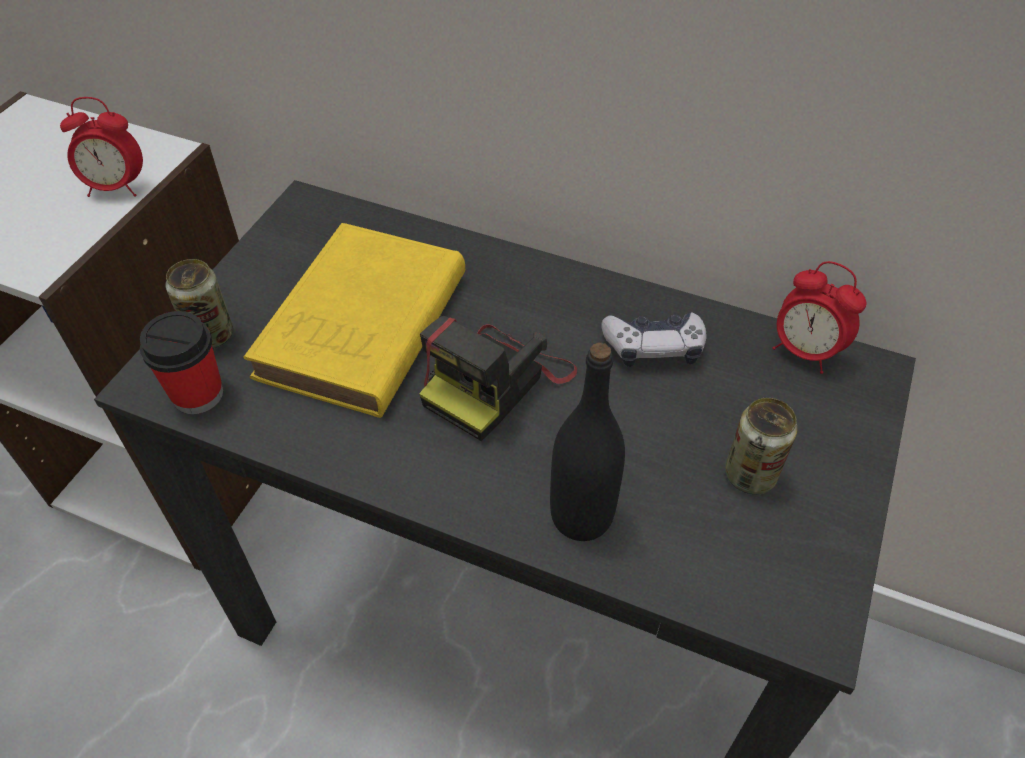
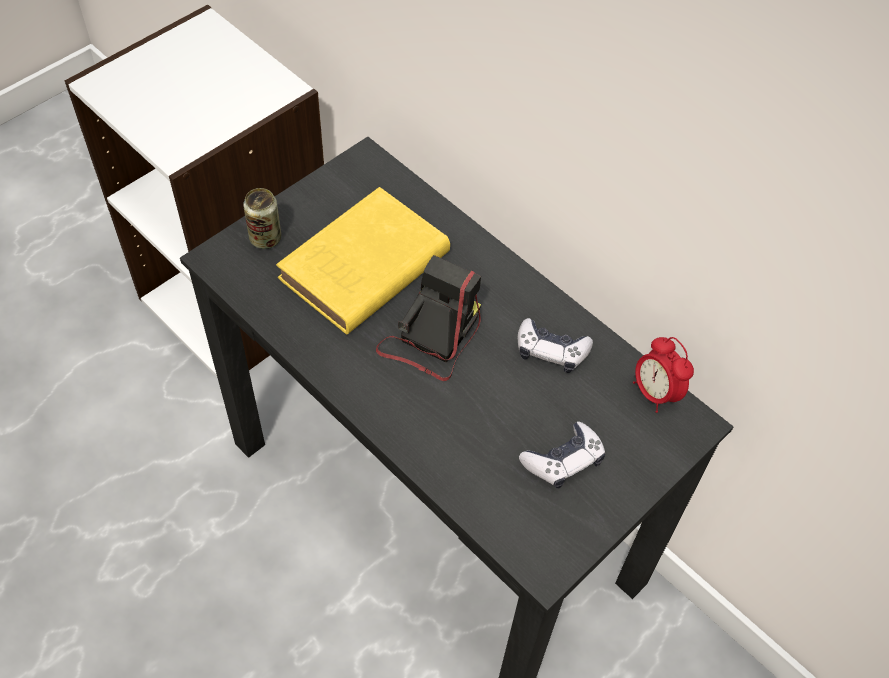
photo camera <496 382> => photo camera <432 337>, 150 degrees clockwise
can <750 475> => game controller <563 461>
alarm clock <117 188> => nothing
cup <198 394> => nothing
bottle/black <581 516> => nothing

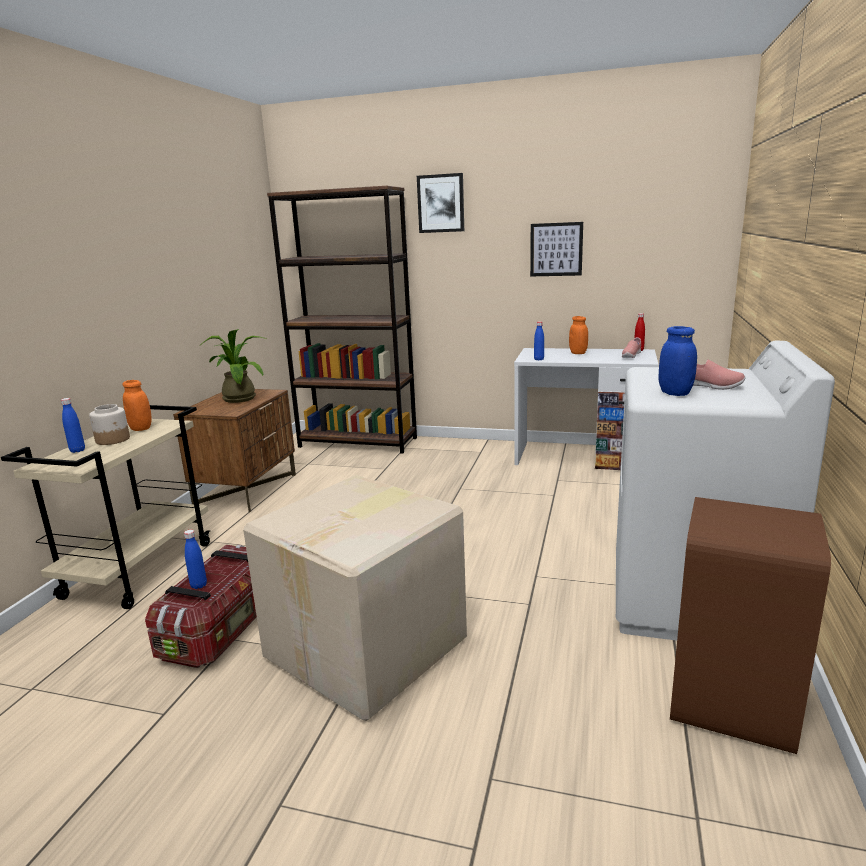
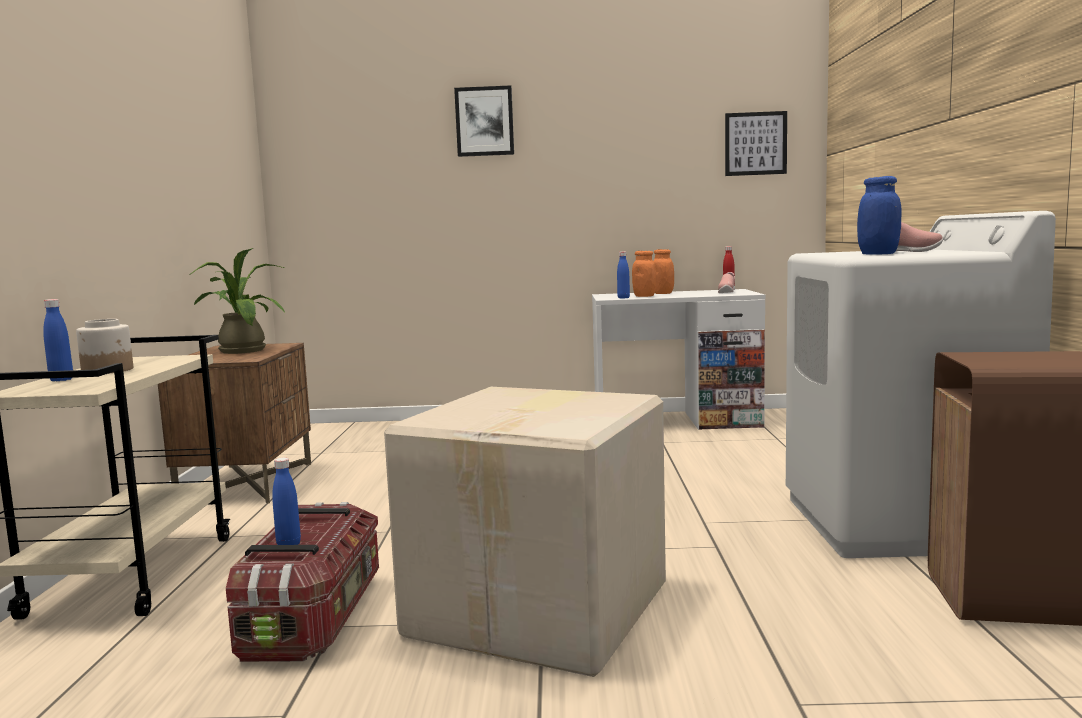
jar/orange <141 428> => jar/orange <644 296>, shifted
picture <556 249> => picture <755 143>, shifted
bookcase/brown <358 442> => nothing

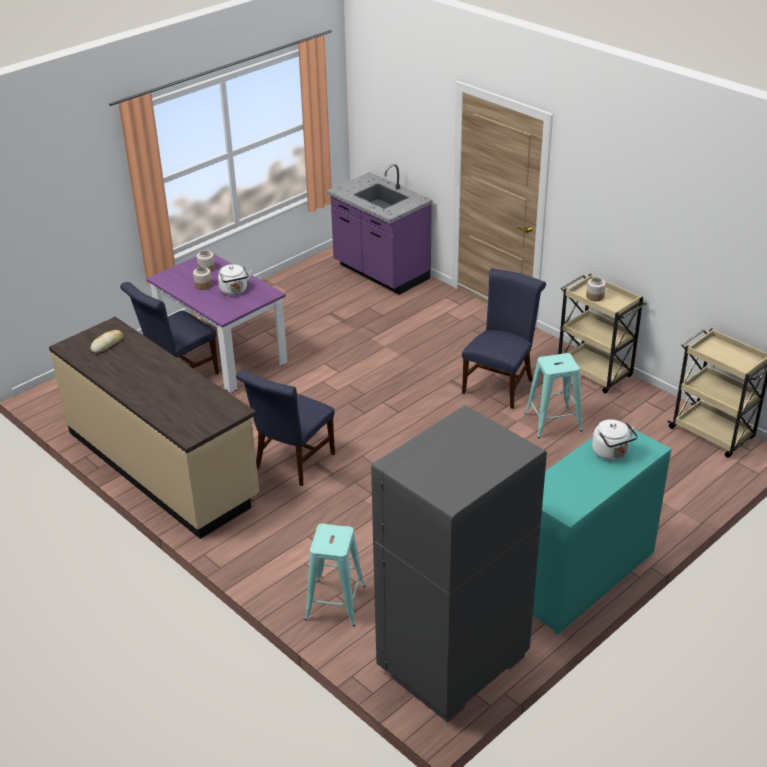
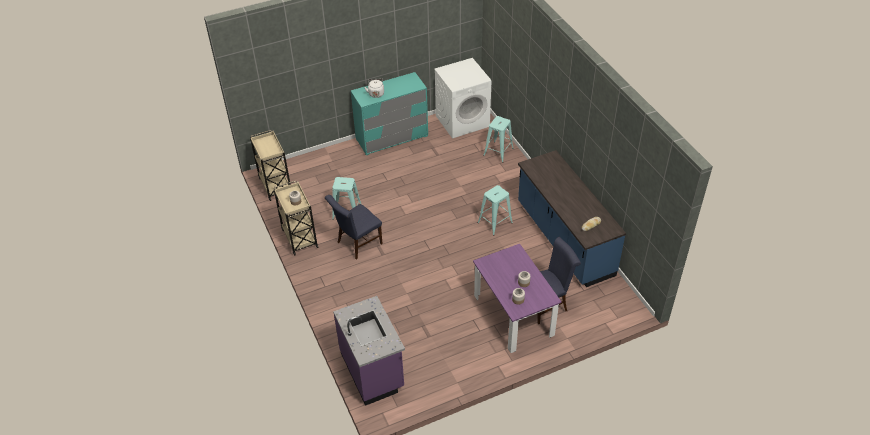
fridge/grey <452 663> => washing machine/white <462 121>
chair/blue <291 463> => stool/turquoise <495 222>
counter/beige <162 465> => counter/blue <564 239>
kettle/white <234 291> => nothing

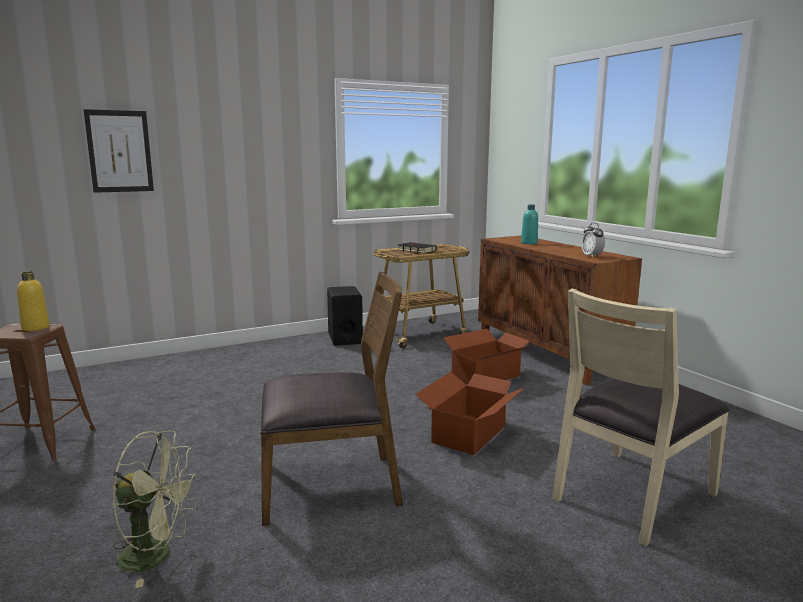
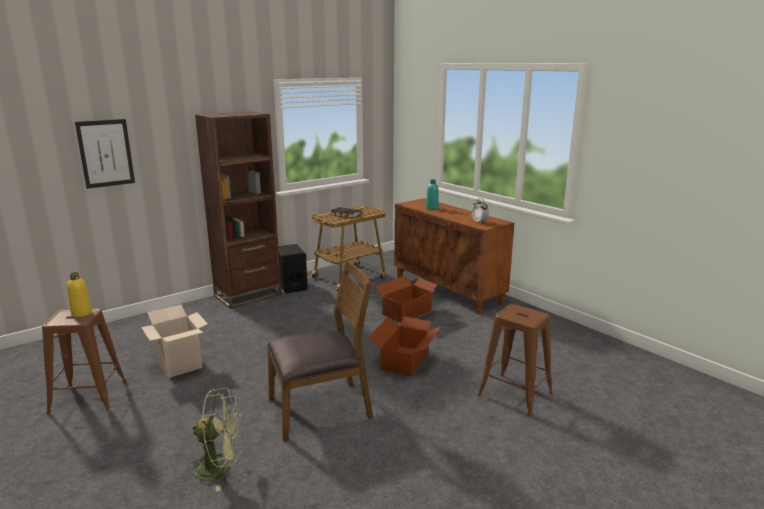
nothing => cardboard box <180 365>
nothing => bookcase/brown <248 295>
chair/beige <631 495> => stool/brown <515 395>

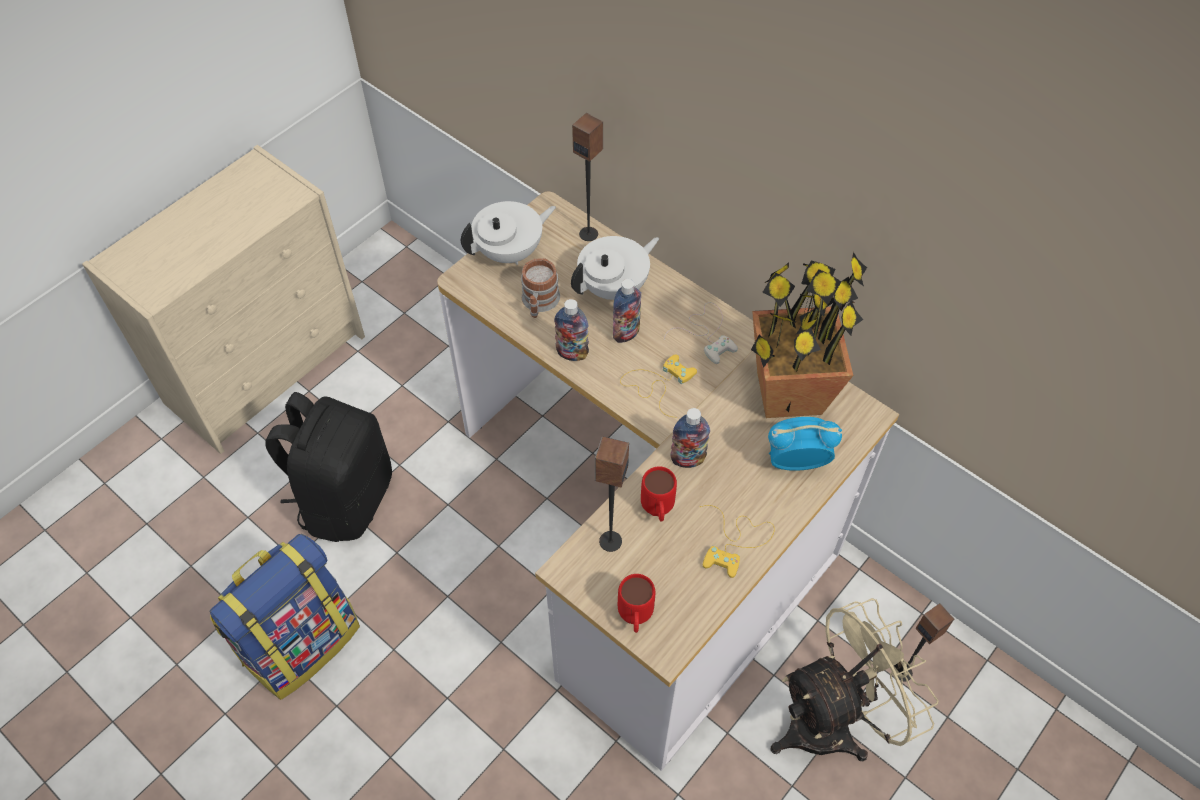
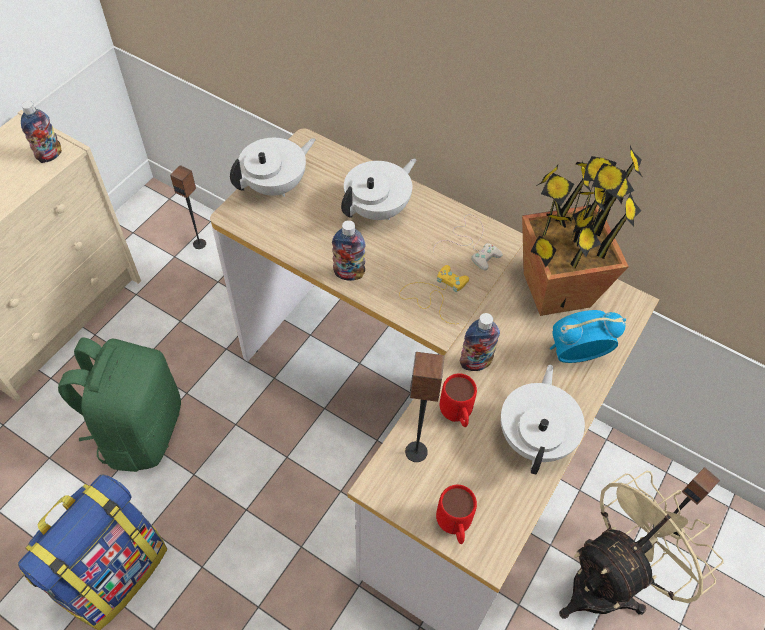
bottle <626 333> => bottle <50 155>, shifted
backpack/black <345 498> => backpack/green <140 430>
speaker <589 234> => speaker <199 243>, shifted
game controller/yellow <735 541> => teapot/white <535 437>
mug <539 303> => nothing

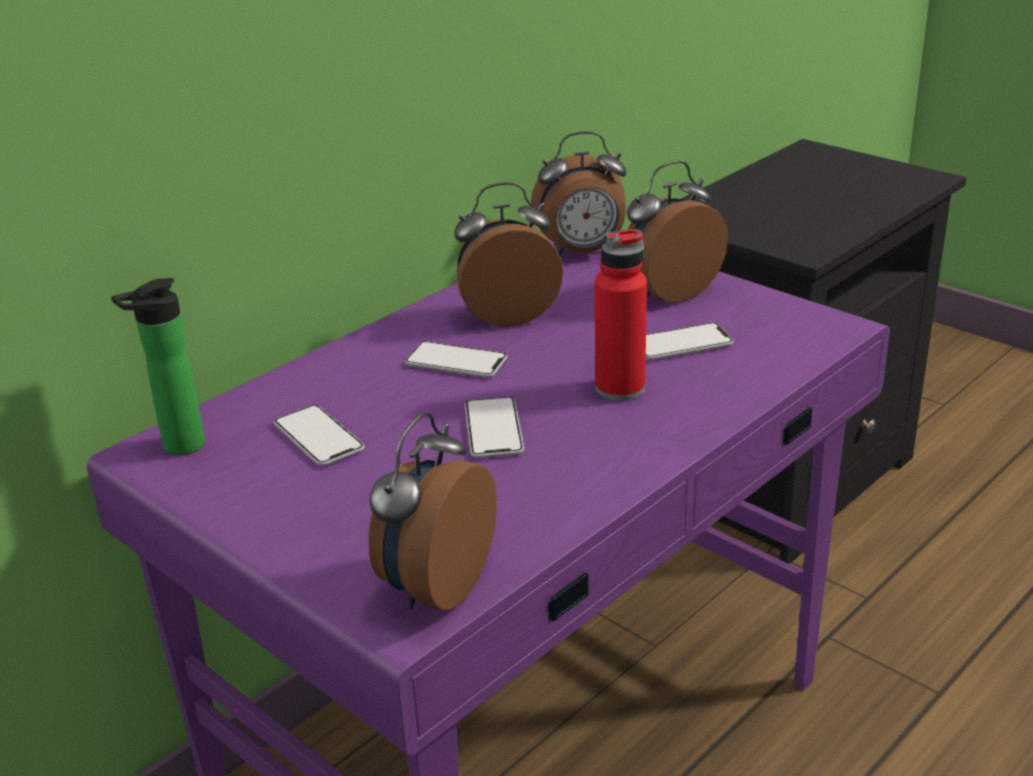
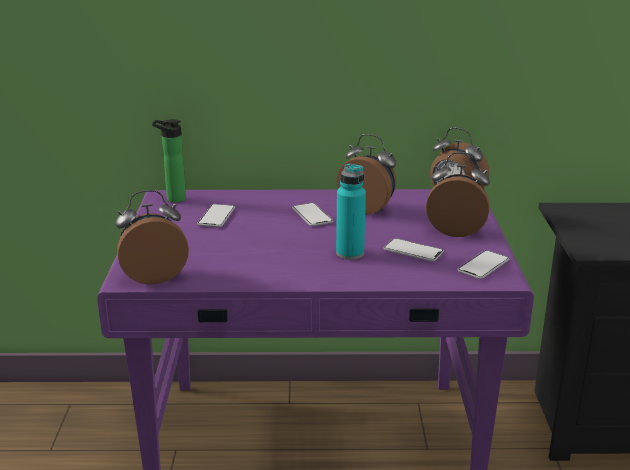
bottle/red <620 388> => bottle/turquoise <350 253>
phone <493 429> => phone <483 266>, shifted

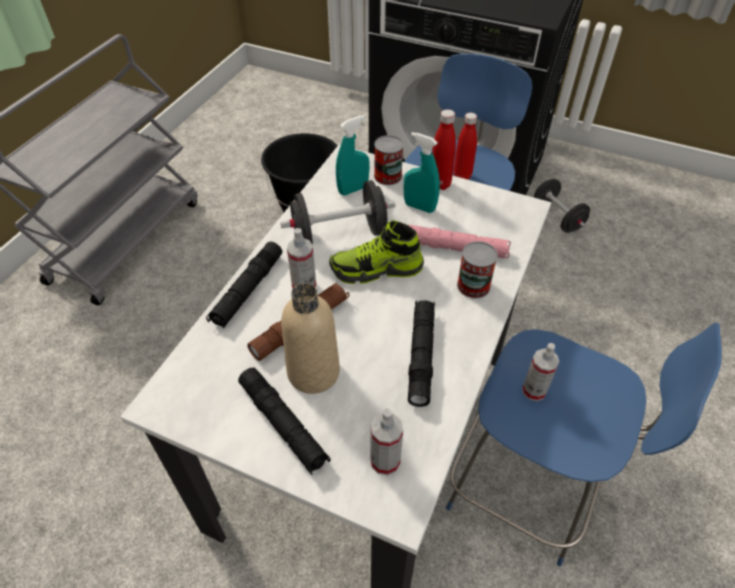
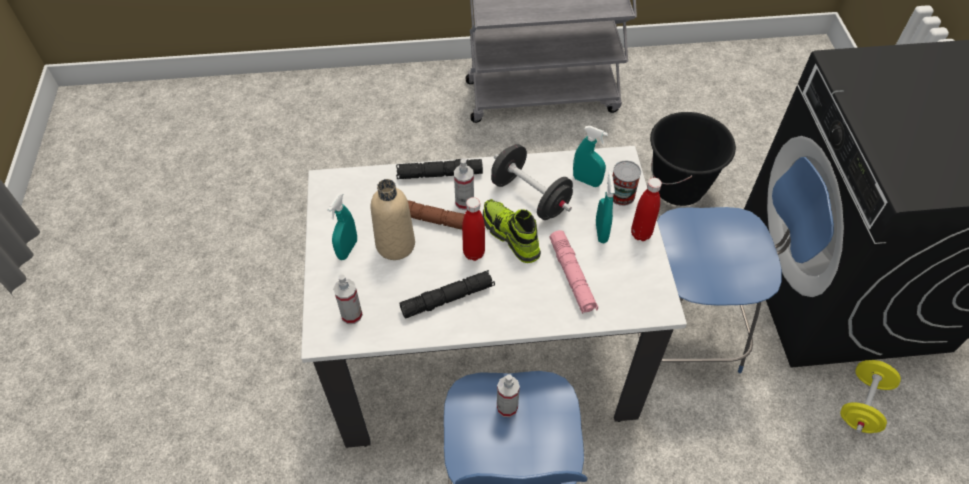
flashlight/black <283 424> => spray bottle/turquoise <347 249>
bottle/red <462 176> => bottle/red <474 253>, shifted
dumbbell/black <557 217> => dumbbell/yellow <862 404>
can <473 286> => nothing

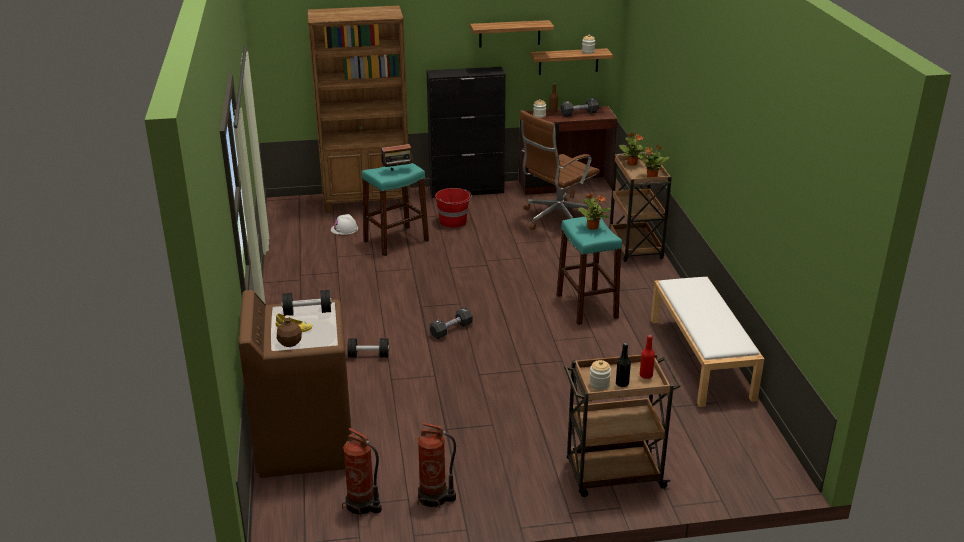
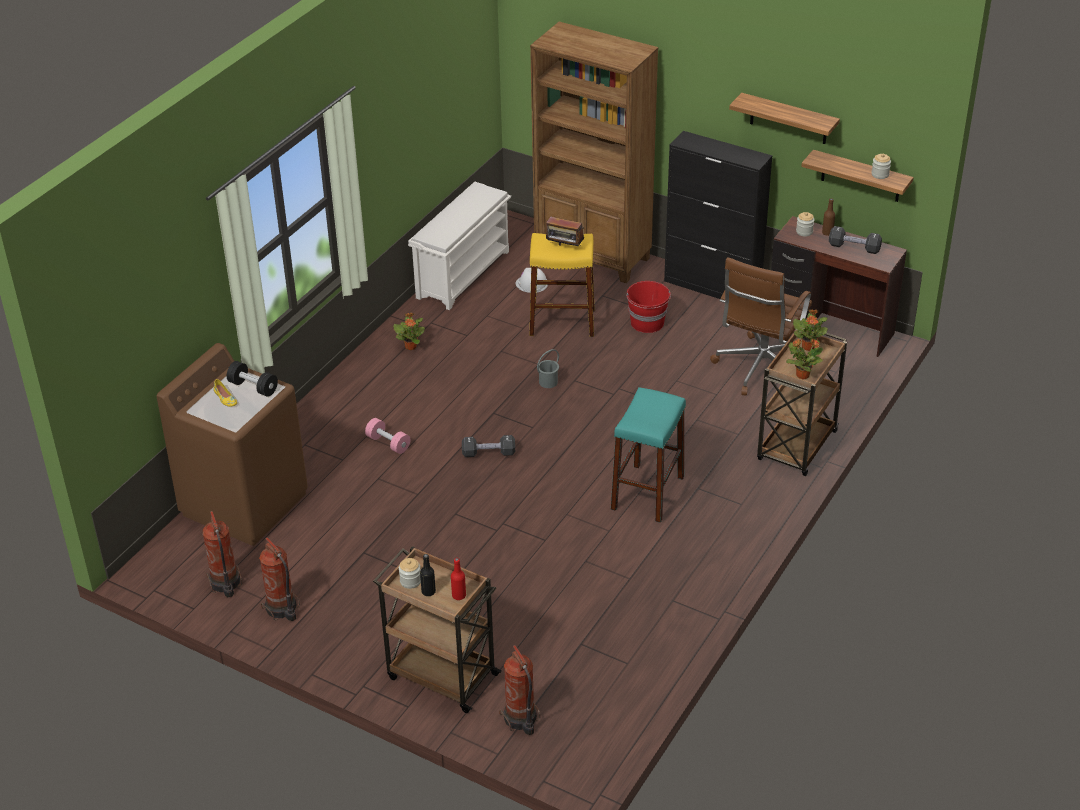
dumbbell/black <368 355> => dumbbell/pink <388 443>
potted plant <592 227> => potted plant <411 346>, shifted
nothing => shoe rack/white <463 274>
nothing => fire extinguisher <520 719>
stool/turquoise <396 241> => stool/yellow <562 322>
nothing => bucket/grey <548 382>
office chair/brown <556 218> => office chair/brown <760 369>, 60 degrees counterclockwise
bottle/brown <290 343> => nothing
bench/white <701 358> => nothing

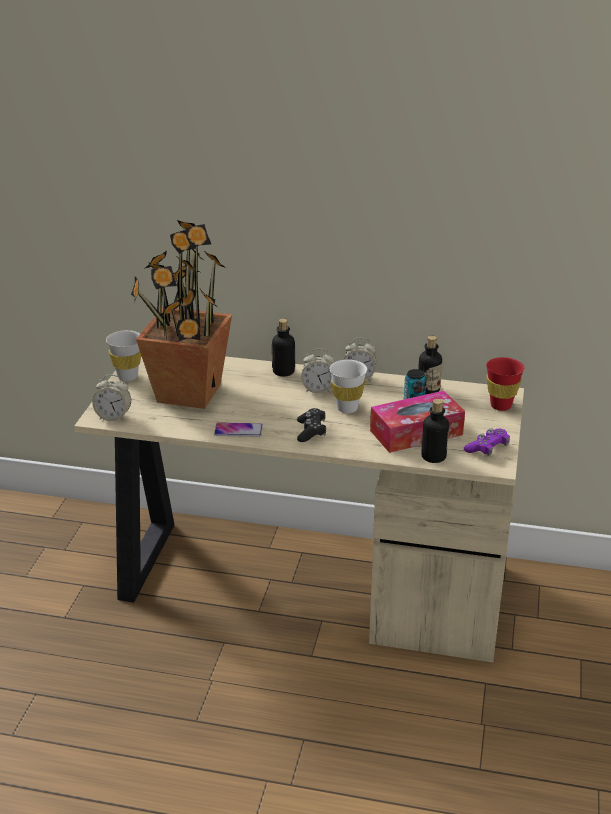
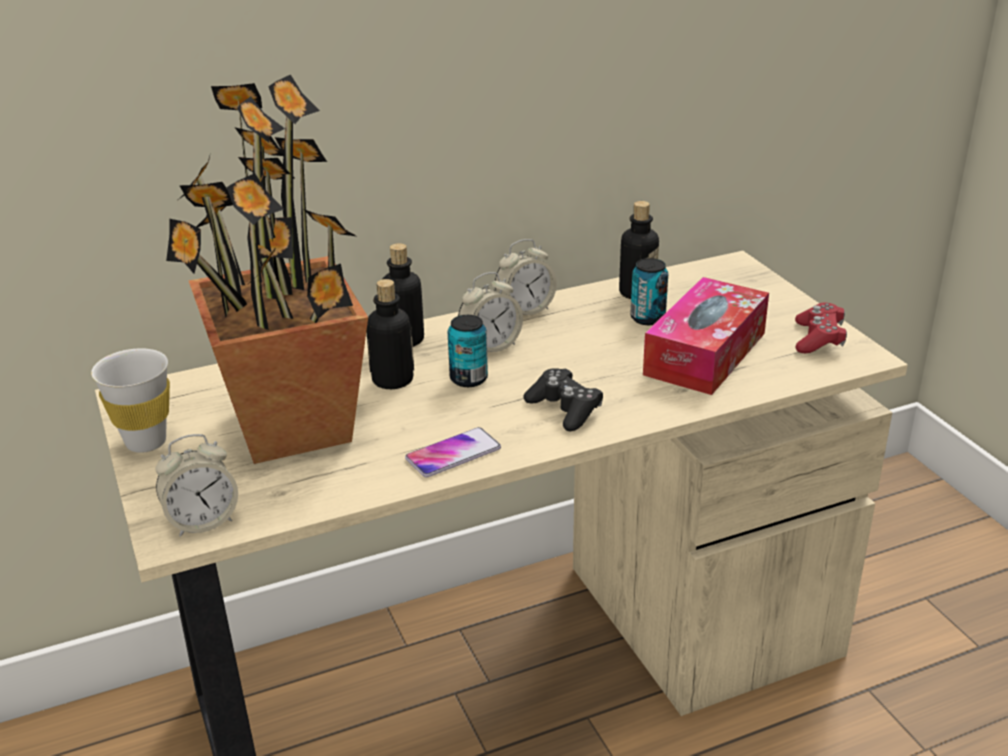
bottle <433 457> => bottle <392 380>, shifted
nothing => can <468 379>
game controller/purple <487 449> => game controller/red <818 339>
cup/white <347 408> => nothing
cup/red <500 405> => nothing

